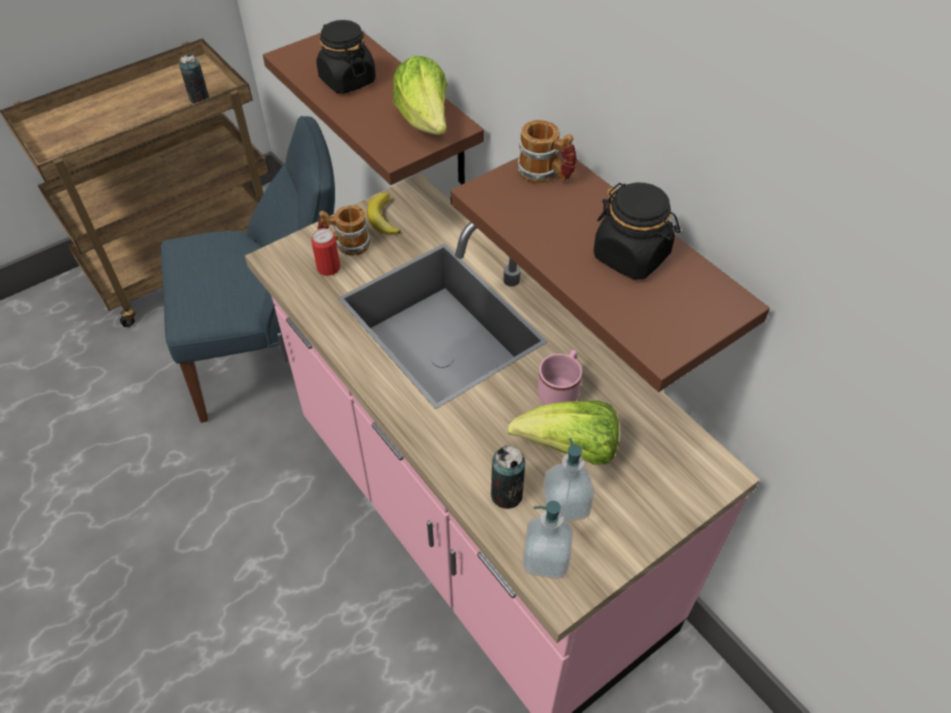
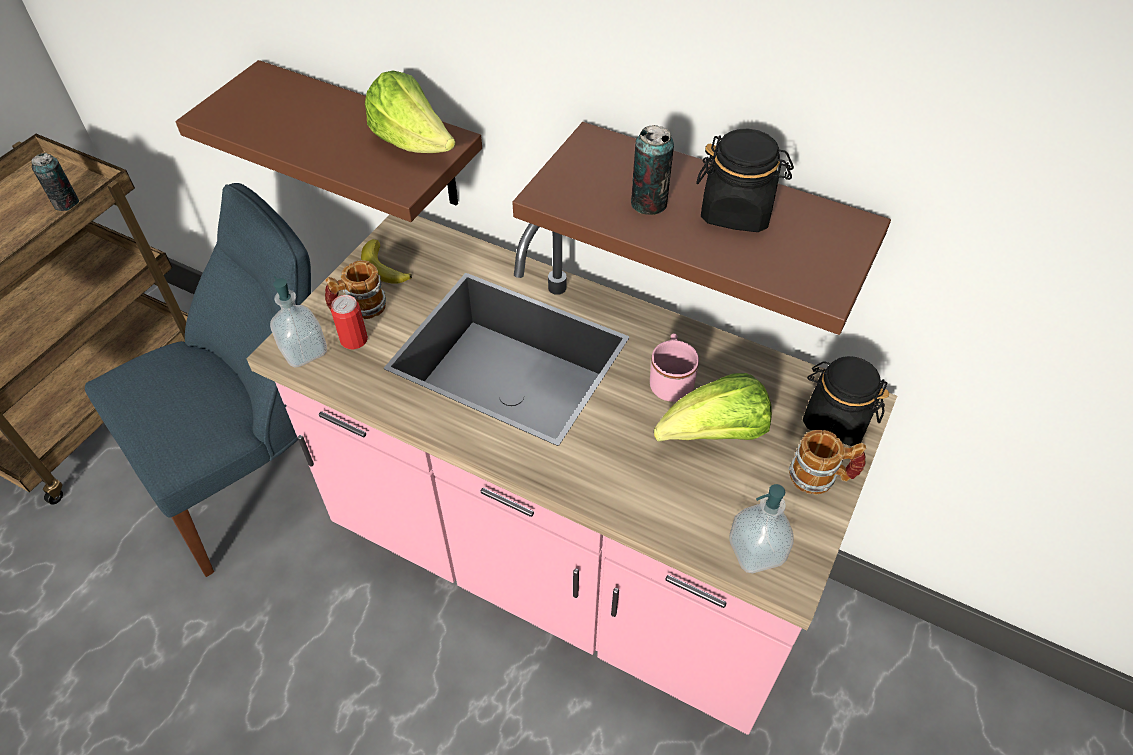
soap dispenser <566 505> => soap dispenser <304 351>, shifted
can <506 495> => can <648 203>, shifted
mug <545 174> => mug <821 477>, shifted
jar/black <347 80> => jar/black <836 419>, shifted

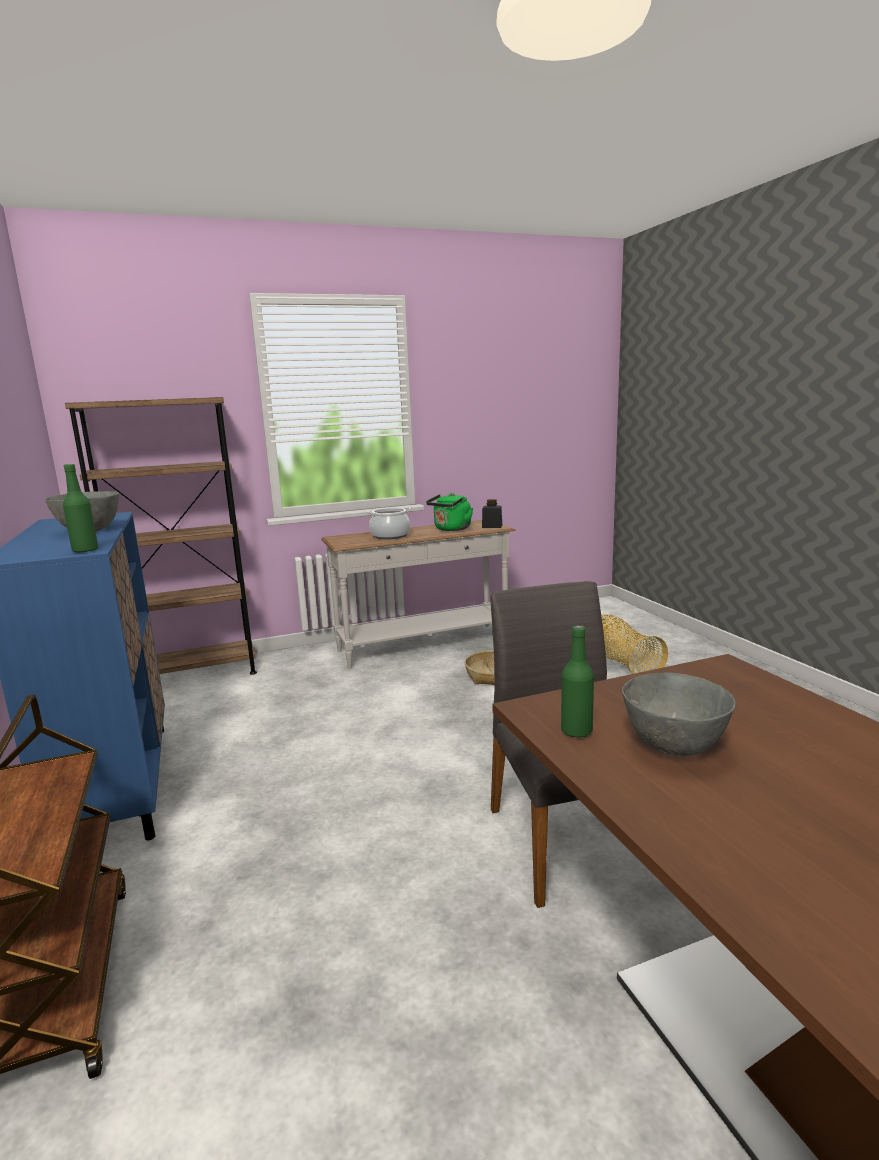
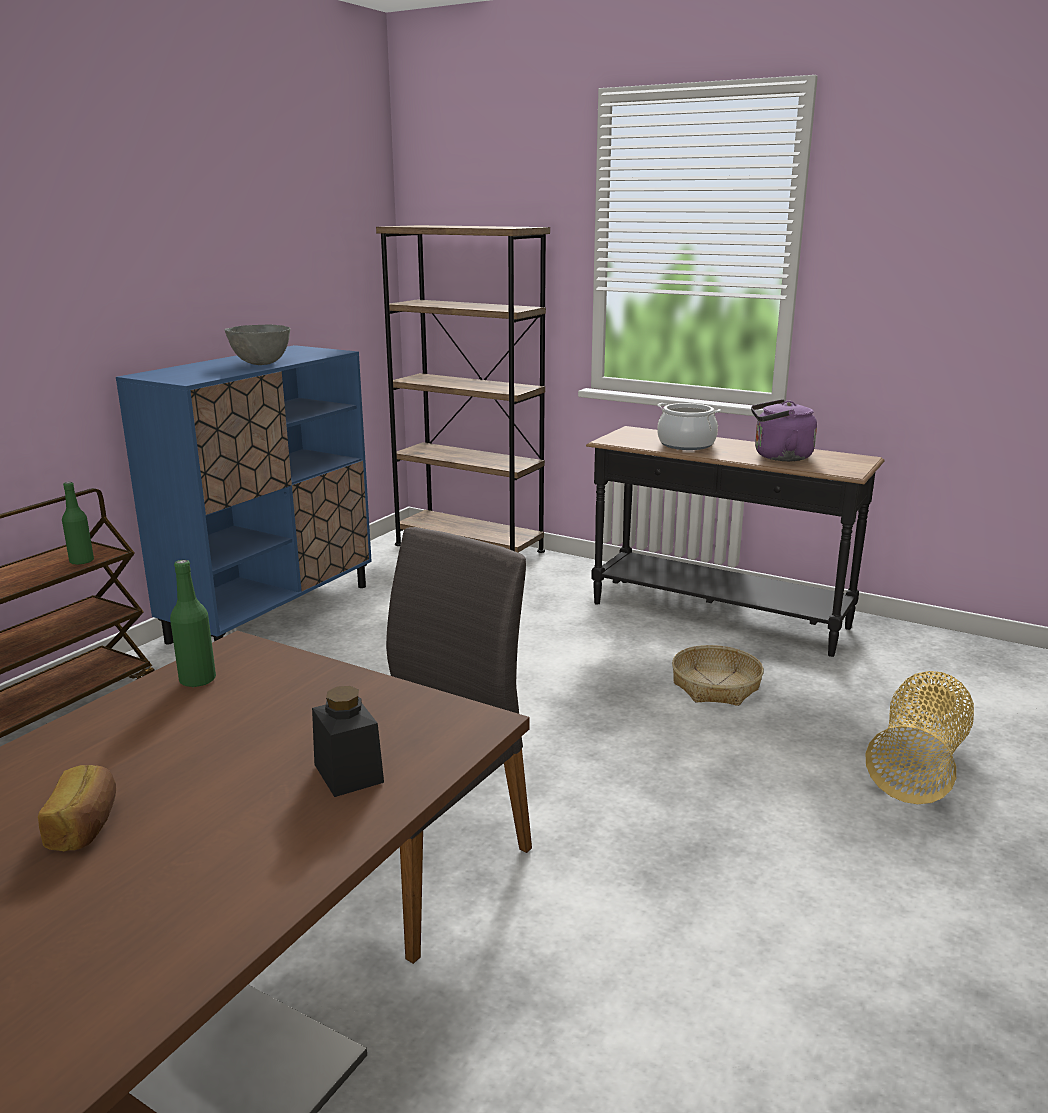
nothing => bread <86 826>
bottle/green <85 550> => bottle/green <81 561>, shifted
jar/black <492 526> => jar/black <348 773>, shifted
console table/white <424 646> => console table/black <717 616>
kettle/green <451 529> => kettle/purple <779 457>
bowl/grey <675 747> => nothing

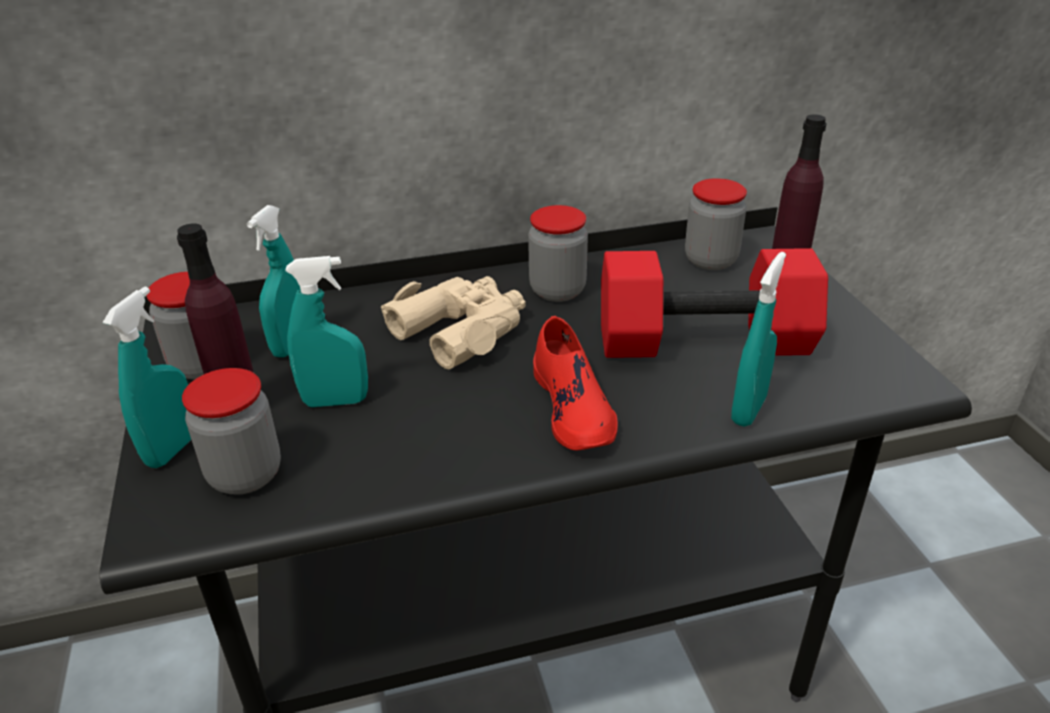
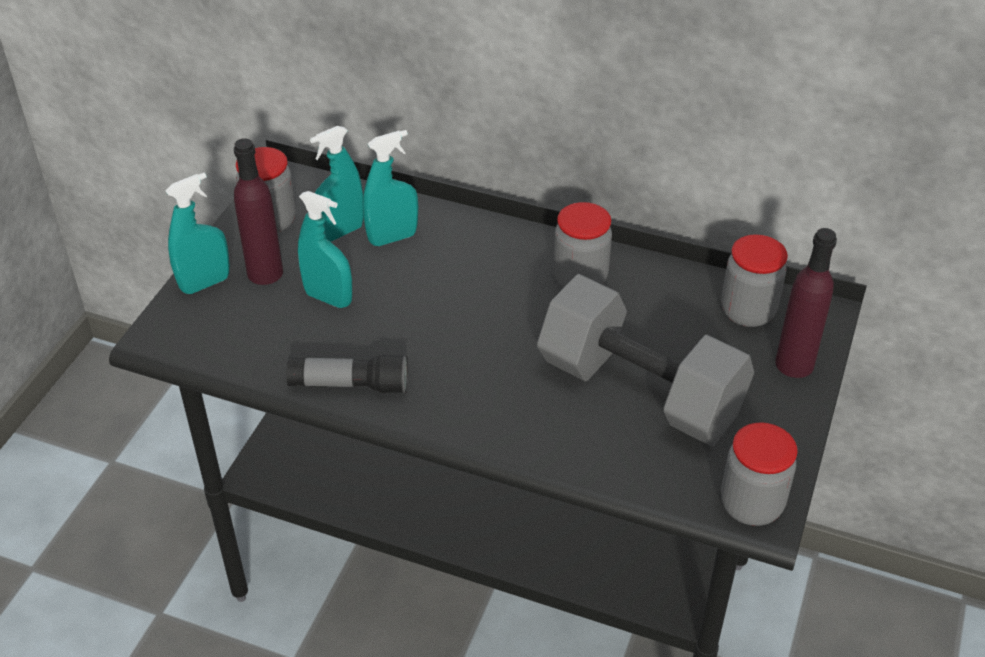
nothing => flashlight <349 385>
spray bottle/turquoise <748 410> => spray bottle/turquoise <393 238>, shifted
dumbbell/red <701 344> => dumbbell/grey <637 389>
jar <245 475> => jar <751 505>, shifted
binoculars/beige <461 329> => nothing
shoe/red <573 407> => nothing

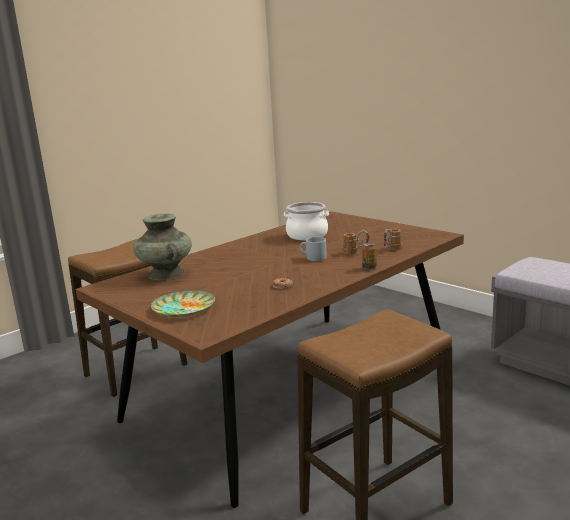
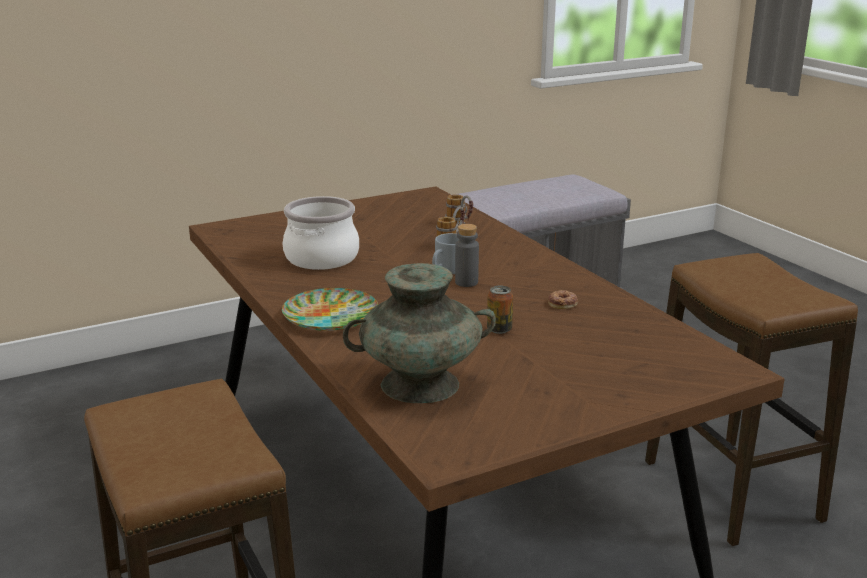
plate <183 308> => plate <331 316>, shifted
nothing => bottle/grey <466 282>
can <369 267> => can <499 329>, shifted

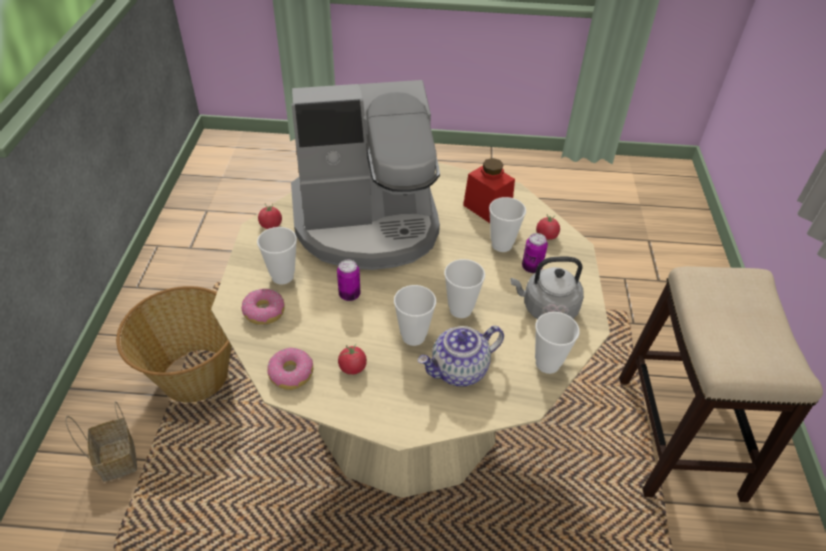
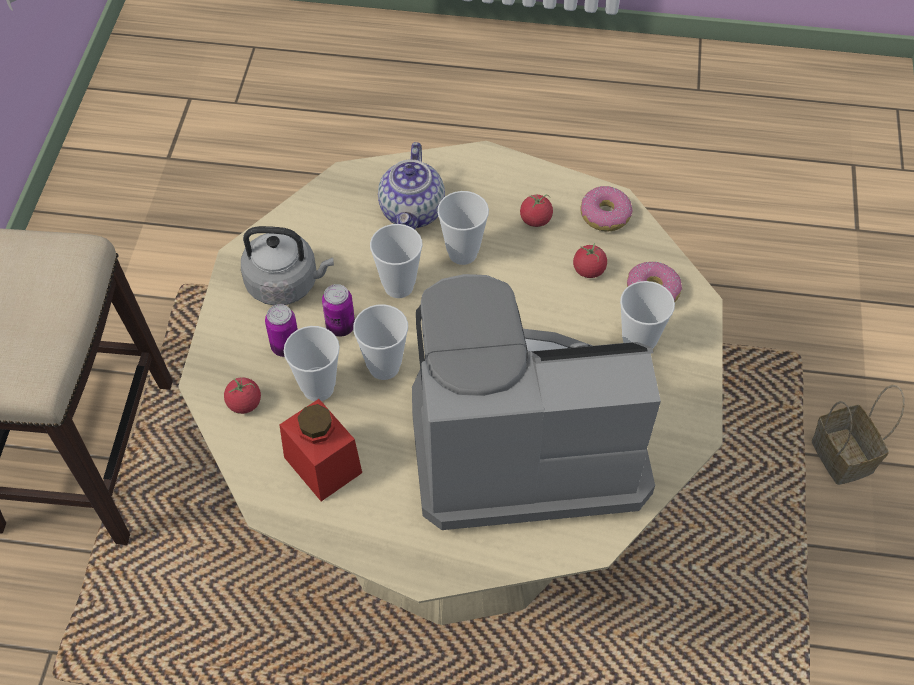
can <349 295> => can <340 327>, shifted
cup <547 363> => cup <384 367>, shifted
teapot <459 370> => teapot <413 212>, 120 degrees clockwise
tomato <271 225> => tomato <588 270>, shifted
basket <193 376> => nothing

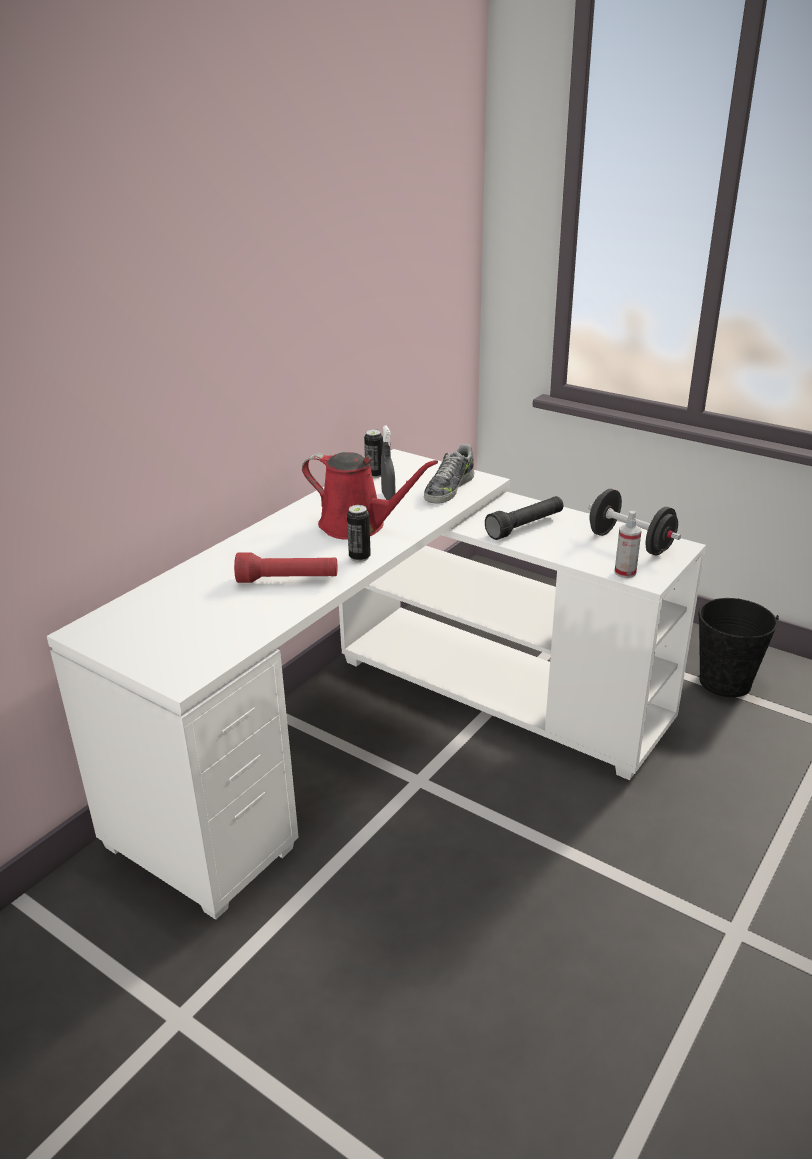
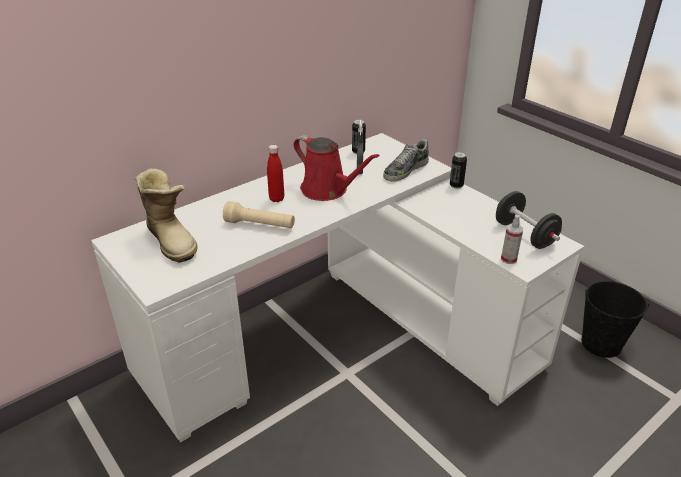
nothing => boot <173 240>
flashlight/red <288 580> => flashlight/beige <260 225>
nothing => bottle/red <276 199>
can <359 557> => can <456 185>, shifted
flashlight/black <525 527> => nothing

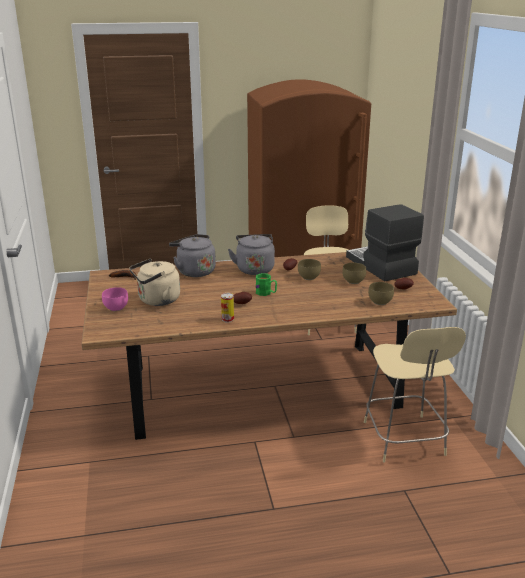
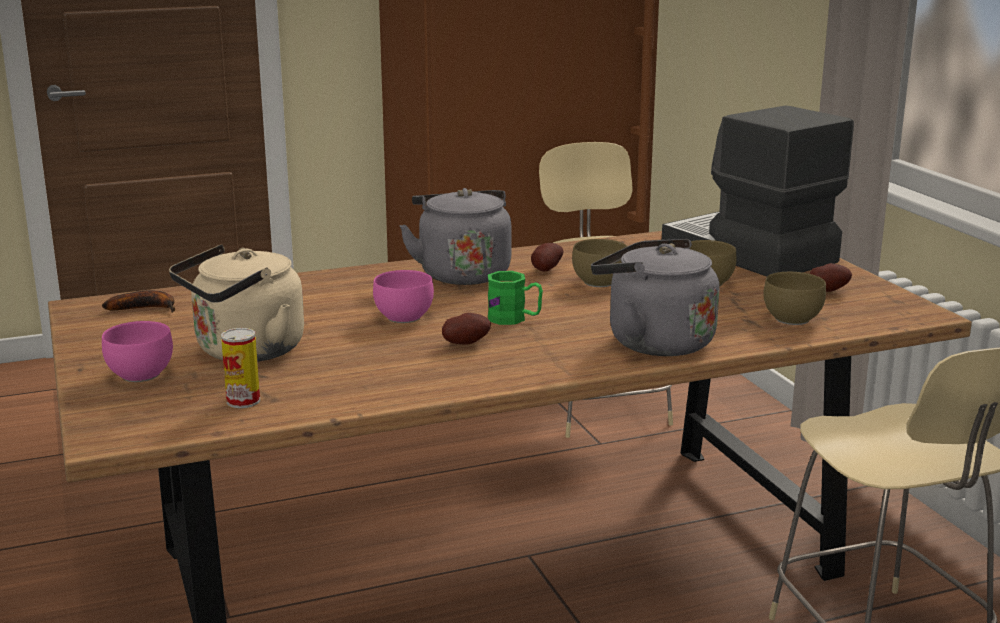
can <227 319> => can <243 401>, shifted
nothing => bowl/pink <402 318>
kettle/grey <194 271> => kettle/grey <653 342>, shifted

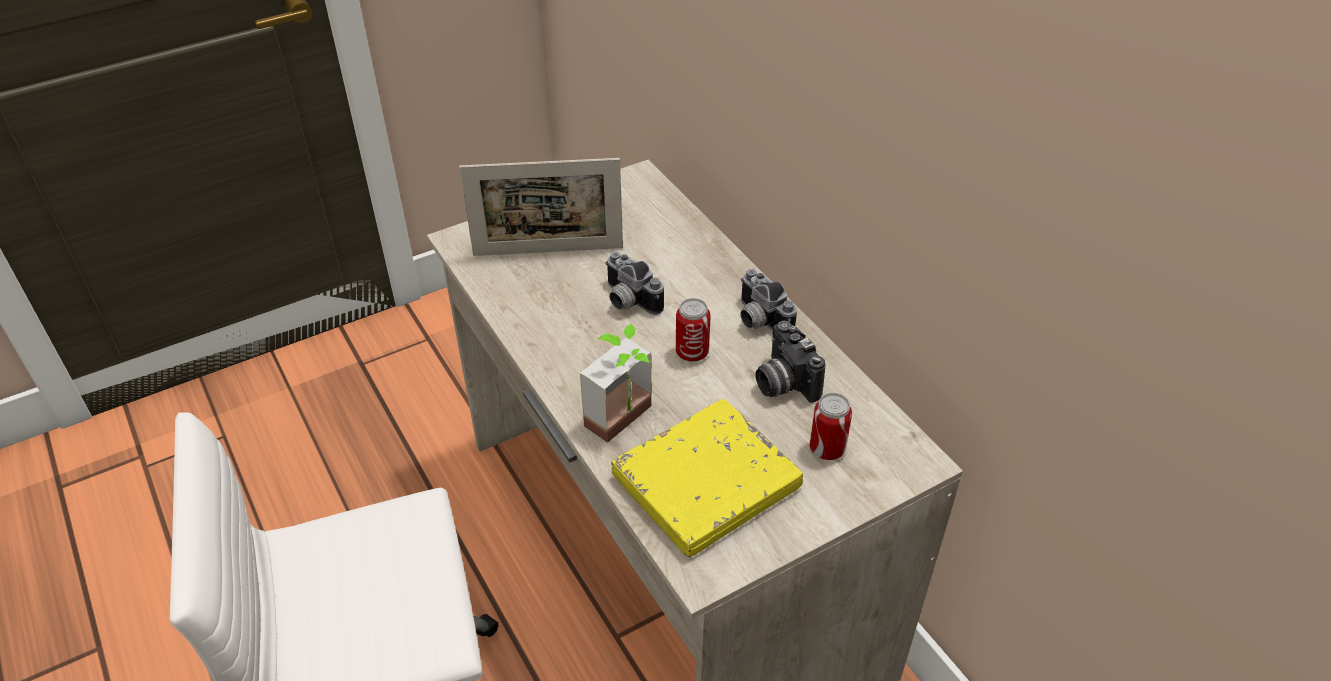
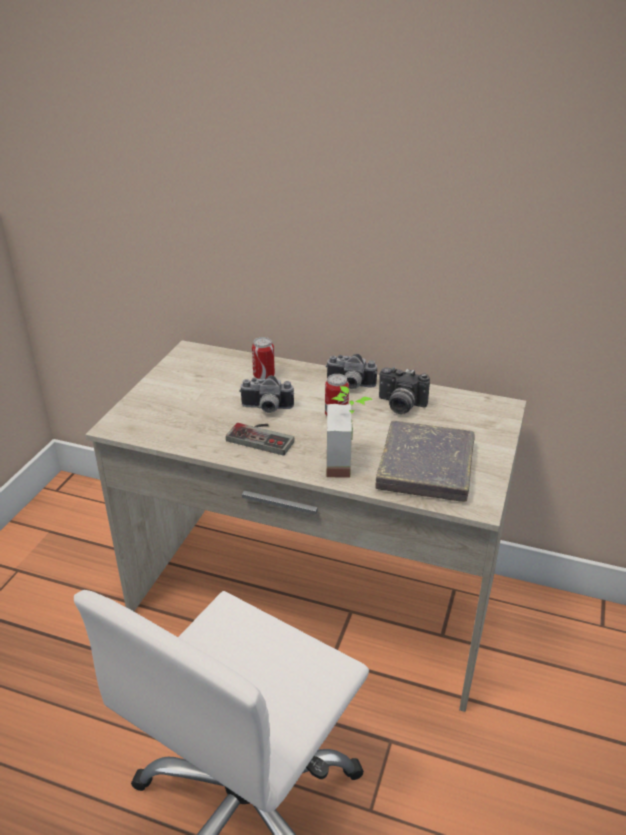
nothing => game controller <263 437>
can <827 449> => can <264 376>, shifted
book/yellow <706 483> => book/grey <426 467>
picture frame <548 251> => nothing

